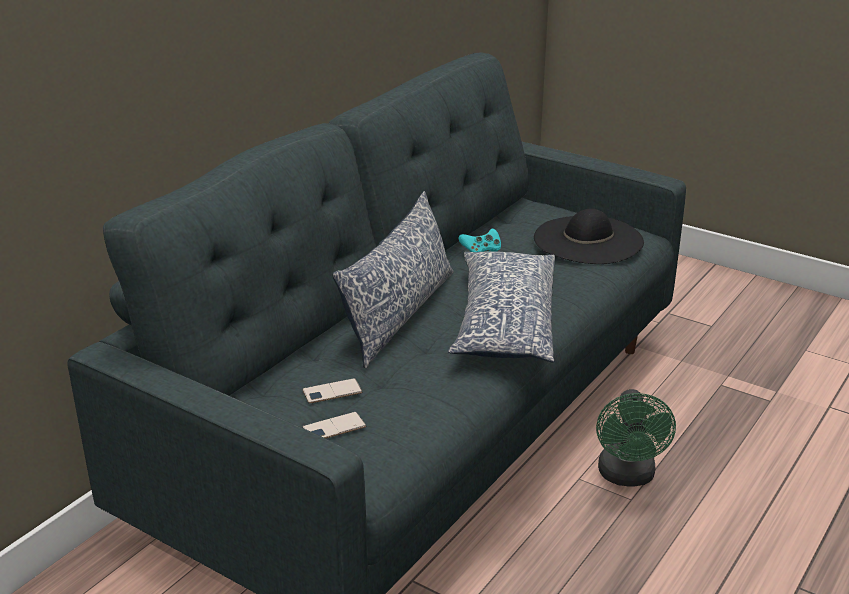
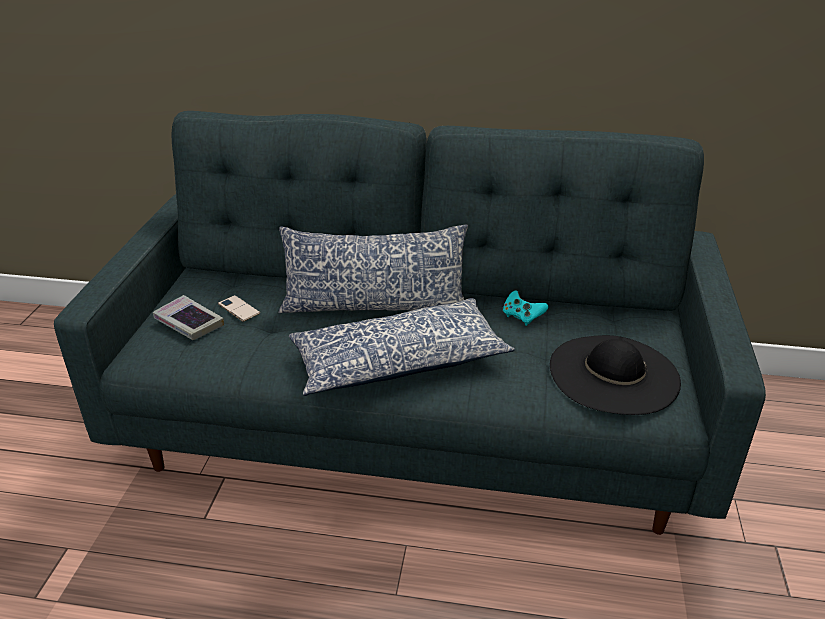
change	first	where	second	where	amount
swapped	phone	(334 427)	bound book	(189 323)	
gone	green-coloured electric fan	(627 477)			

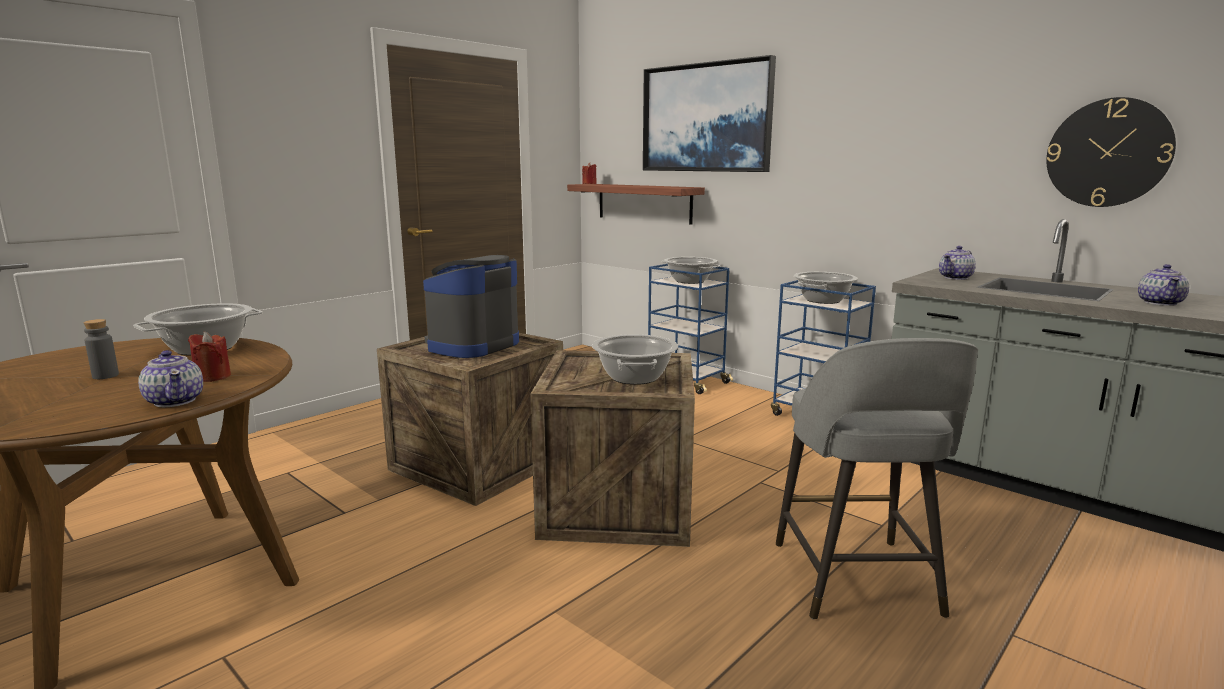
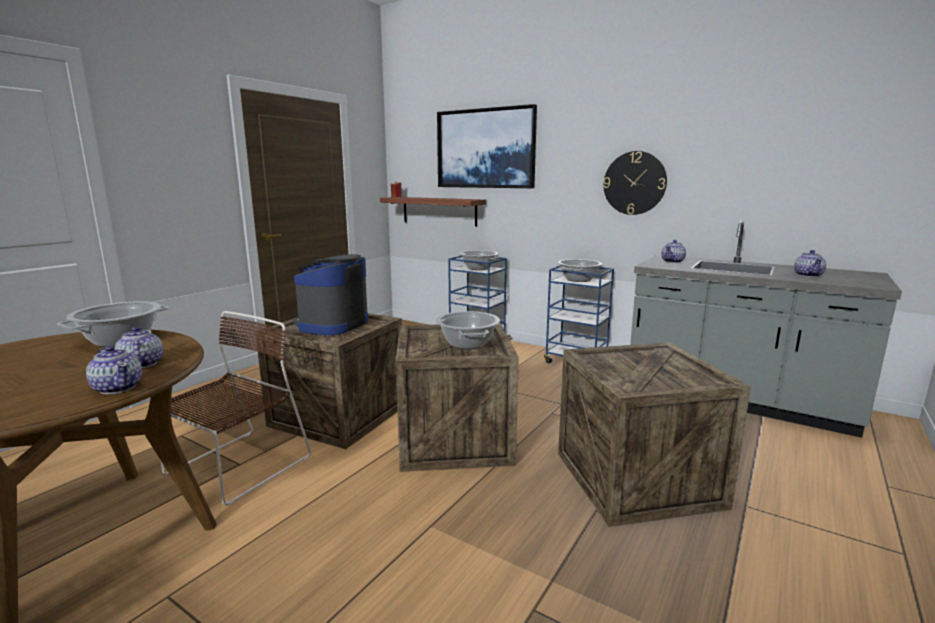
change	first	where	second	where	amount
swapped	red candle	(213 377)	tea pot	(141 364)	
new			brown chair	(235 467)	
swapped	gray stool seat	(856 581)	packing crate	(637 479)	
shifted	hanging clock	(1108 153)		(634 183)	
gone	gray beverage bottle	(105 376)			

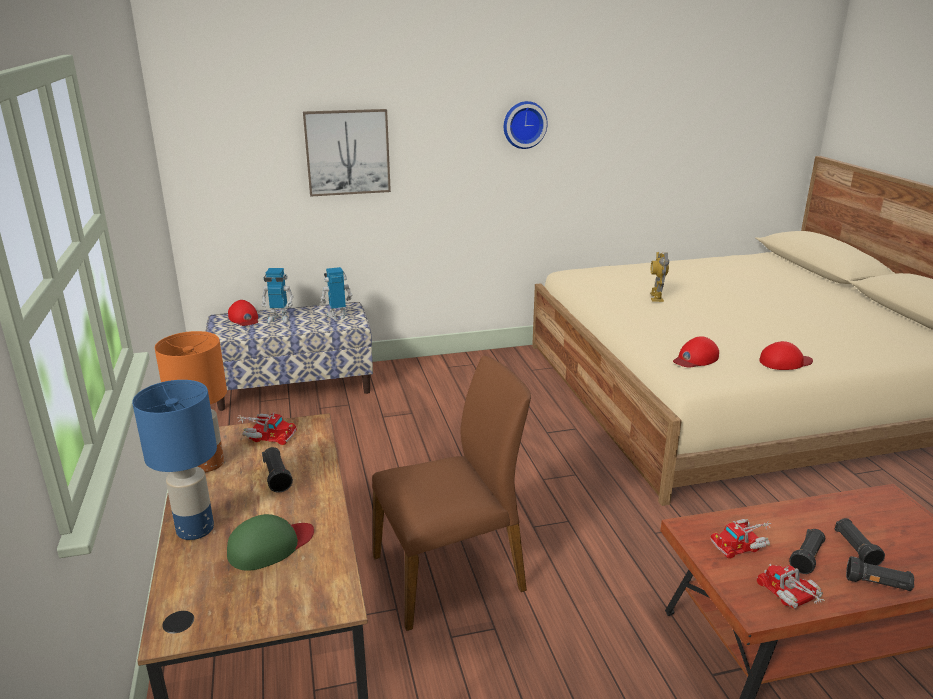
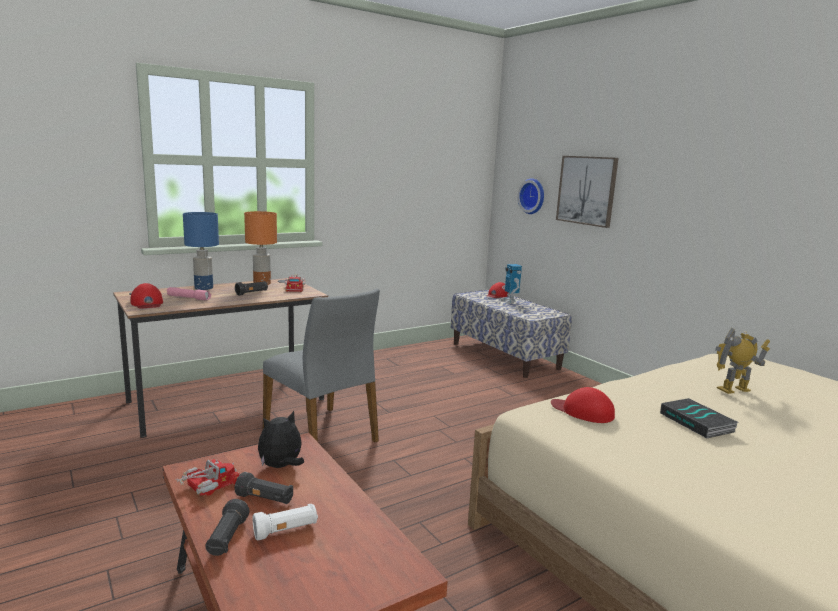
change	first	where	second	where	amount
shifted	red peaked cap	(785 362)		(147 303)	
swapped	green-coloured peaked cap	(270 546)	pinkish flashlight	(189 298)	
repainted	black flashlight	(855 549)	whitish flashlight	(286 531)	
swapped	toy lorry	(742 544)	plush toy	(281 466)	
repainted	brown chair	(450 573)	gray chair	(322 435)	
shifted	hanging clock	(524 124)		(533 196)	
new			bound book	(698 422)	
gone	toy robot	(337 316)			

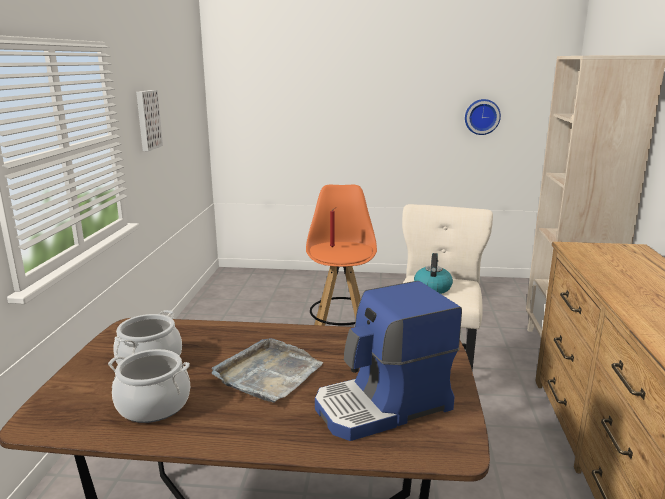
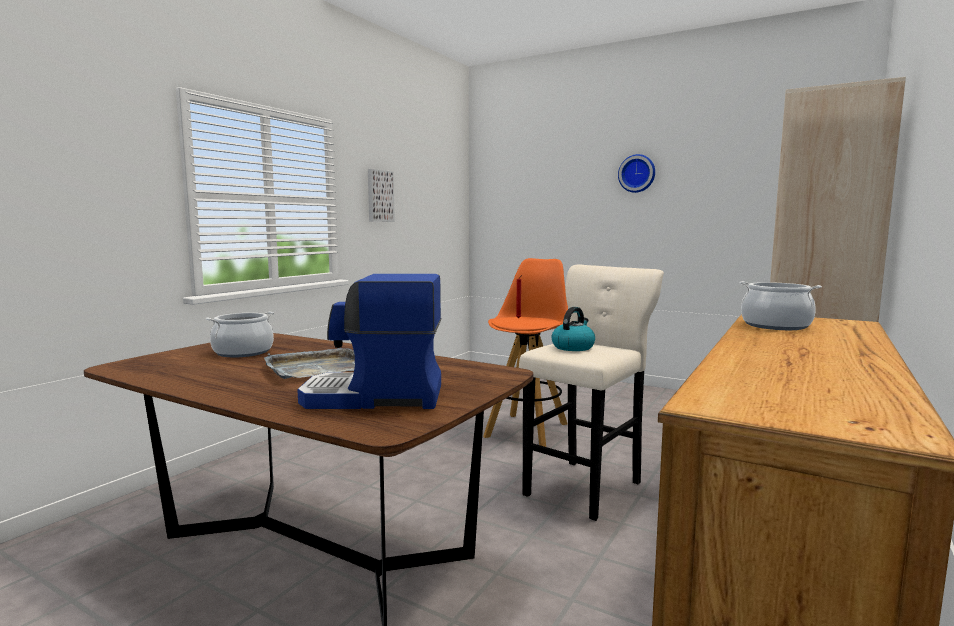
change	first	where	second	where	amount
shifted	hanging clock	(482 116)		(637 173)	
shifted	stockpot	(153 405)		(775 326)	

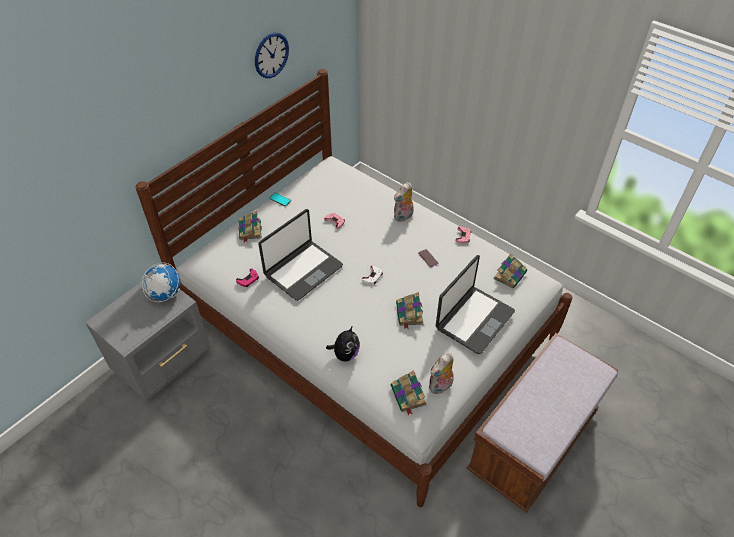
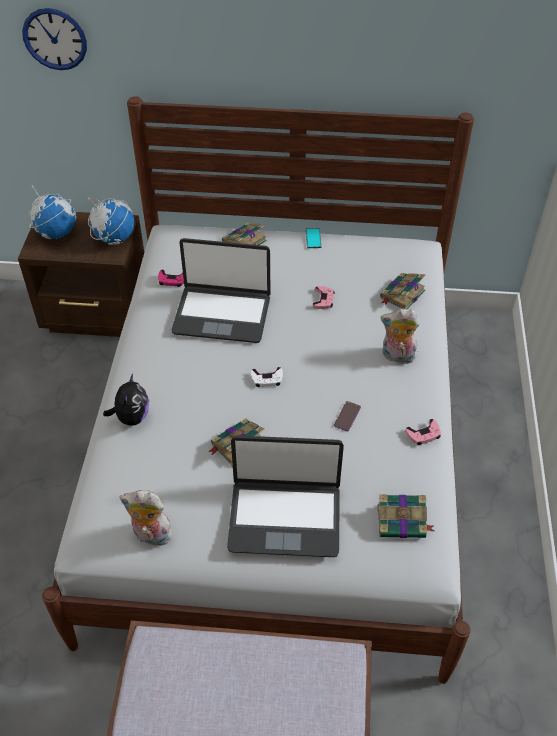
change	first	where	second	where	amount
repainted	gray night table	(164 362)	brown night table	(98 314)	
shifted	hanging clock	(271 55)		(55 39)	
new			globe	(56 233)	
rotated	plush toy	(345 354)		(131 417)	75 degrees counterclockwise
shifted	bound book	(408 396)		(401 295)	

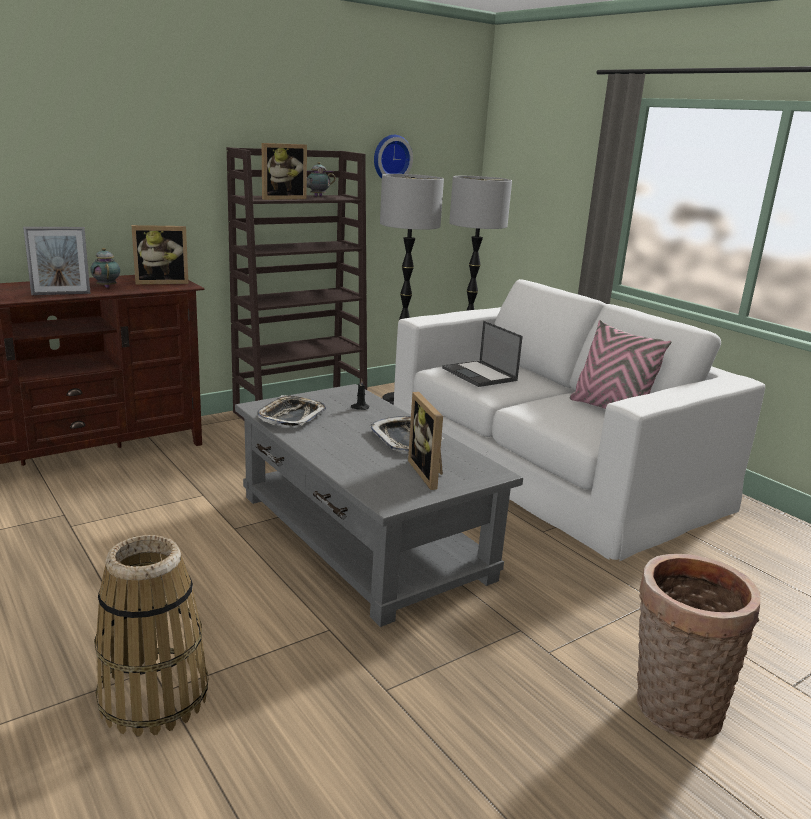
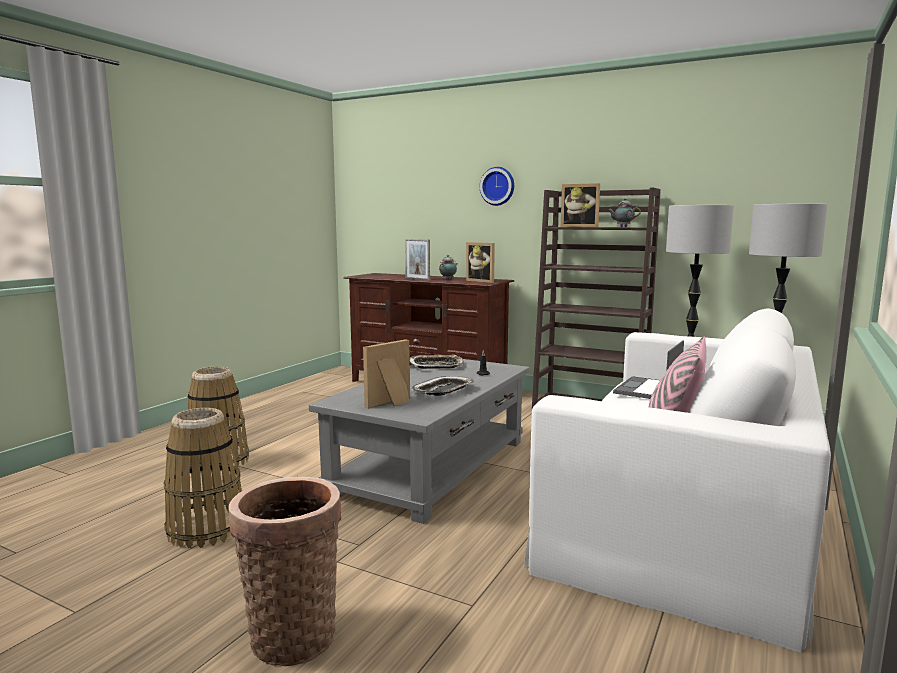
change	first	where	second	where	amount
new			storage basket	(206 528)	
shifted	hanging clock	(391 158)		(498 186)	

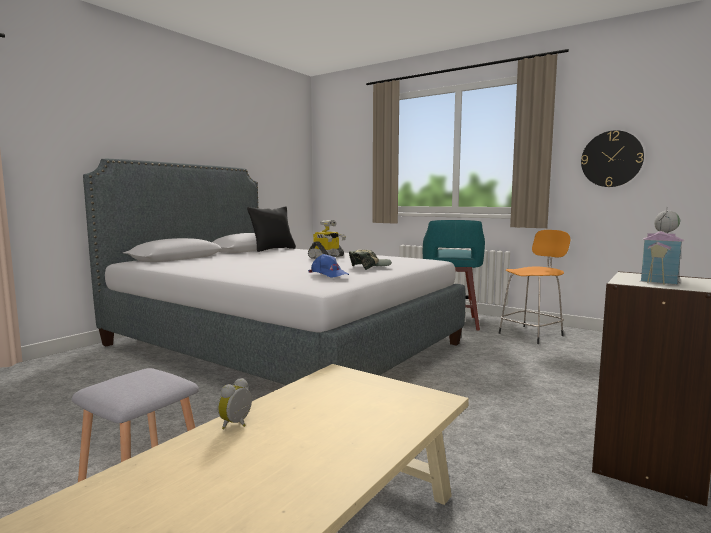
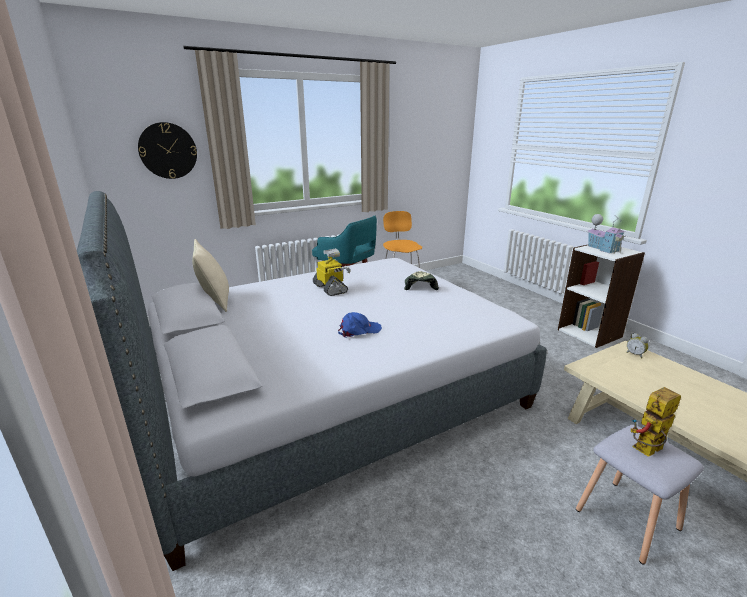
change	first	where	second	where	amount
shifted	hanging clock	(611 159)		(168 151)	
repainted	black pillow	(273 249)	beige-coloured pillow	(215 301)	
shifted	bluish peaked cap	(328 274)		(358 330)	
shifted	alarm clock	(237 424)		(635 354)	
new			toy robot	(646 452)	

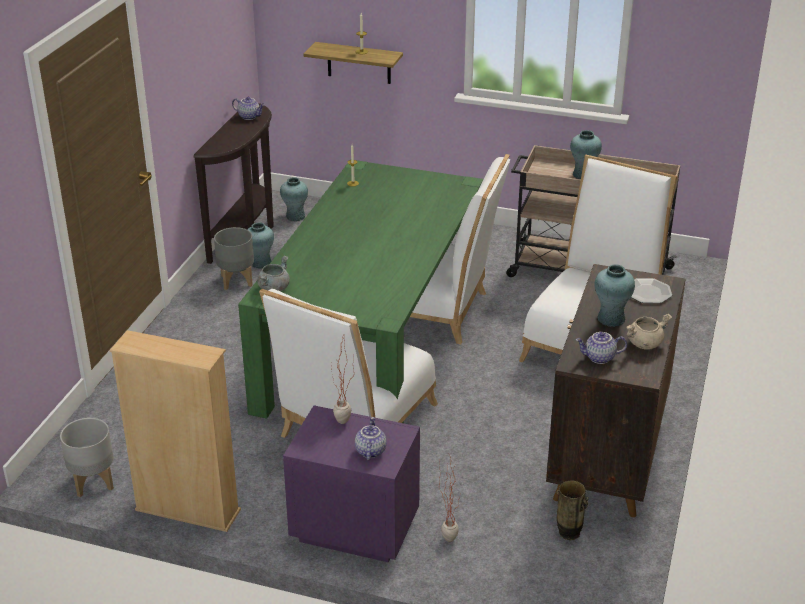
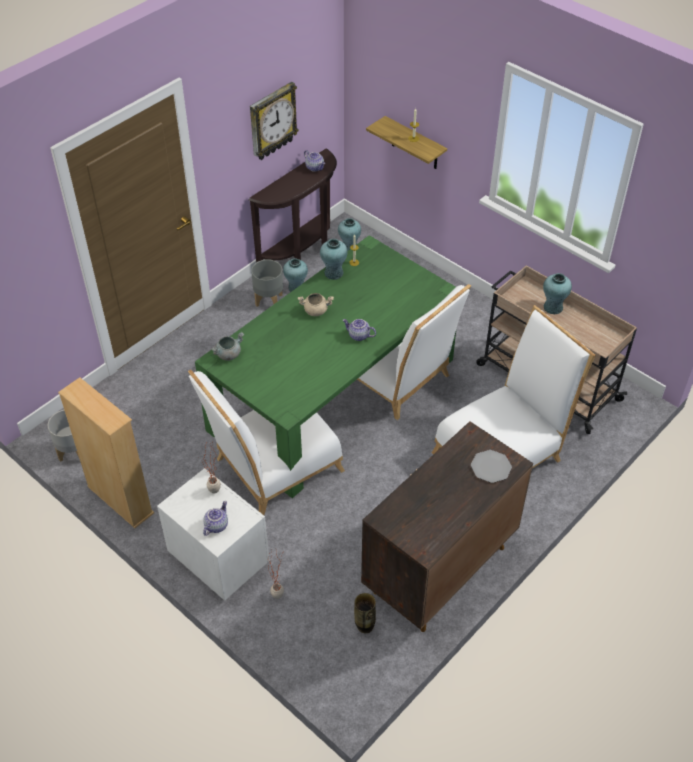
change	first	where	second	where	amount
repainted	purple night table	(353 527)	whitish night table	(219 559)	
new			hanging clock	(272 121)	
shifted	beige-coloured stockpot	(644 343)		(316 311)	
shifted	blue-green decorative vase	(610 319)		(333 273)	
shifted	tea pot	(599 358)		(358 336)	

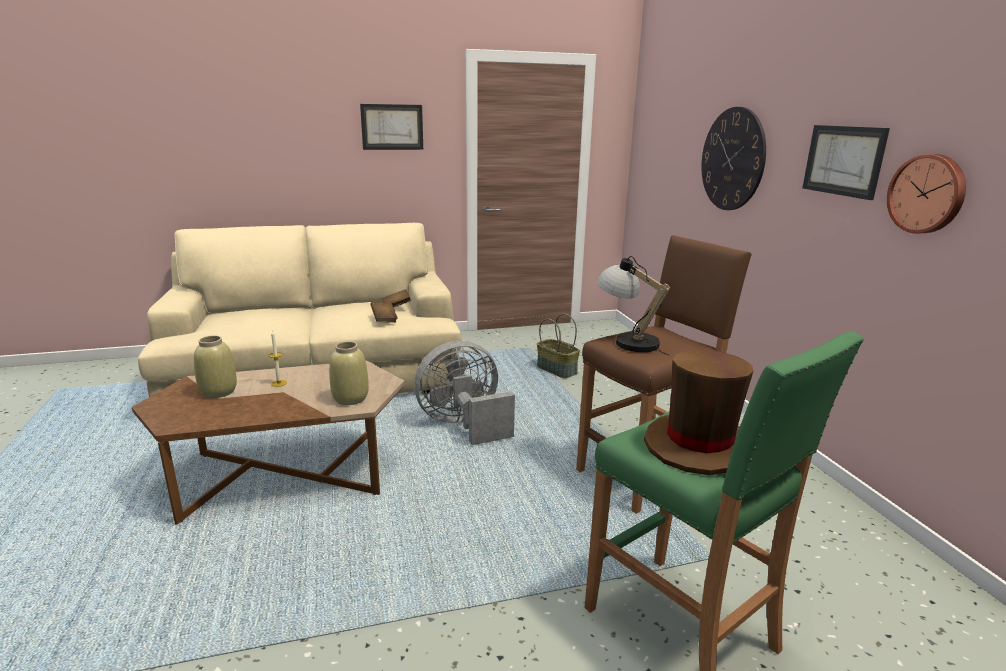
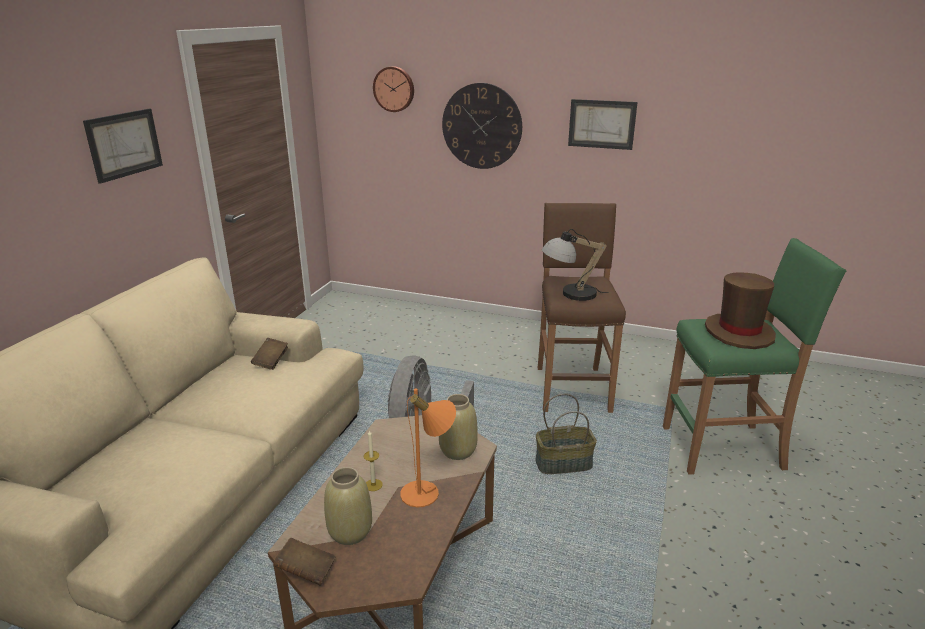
change	first	where	second	where	amount
shifted	brown bound book	(384 319)		(306 571)	
shifted	hanging clock	(927 194)		(394 89)	
new			orange-coloured tabletop lamp	(427 492)	
shifted	storage basket	(557 370)		(564 463)	

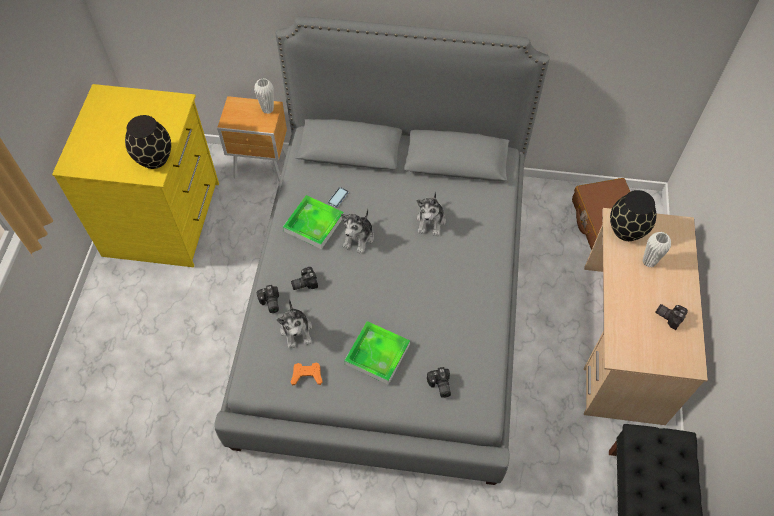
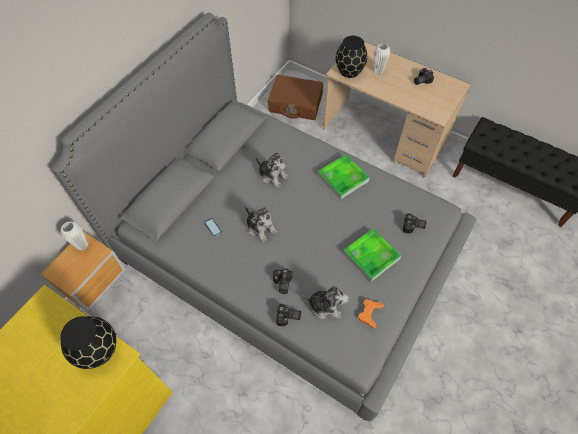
change	first	where	second	where	amount
shifted	tray	(314 224)		(342 178)	

